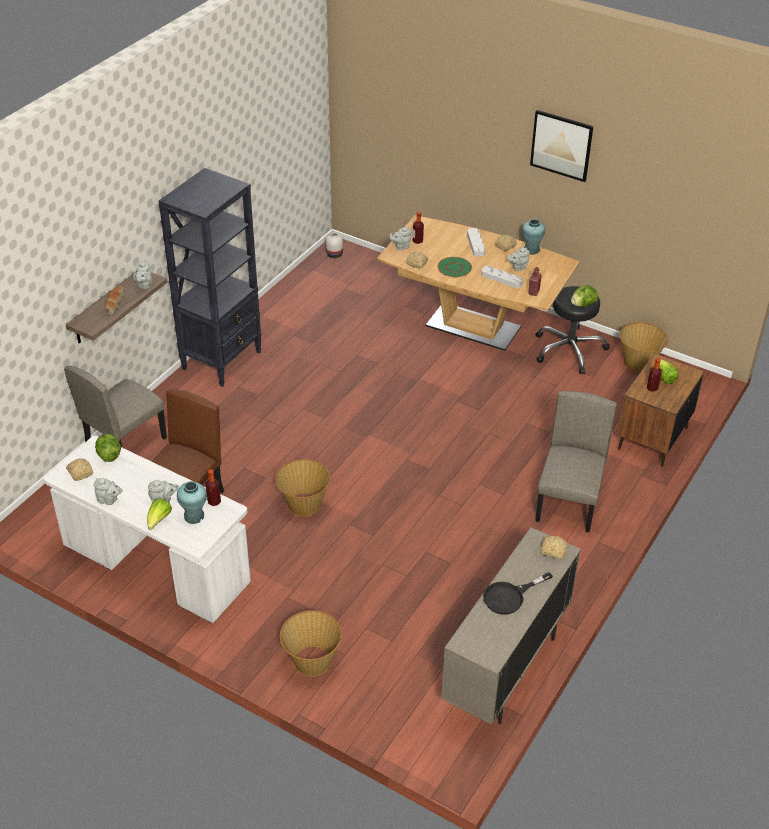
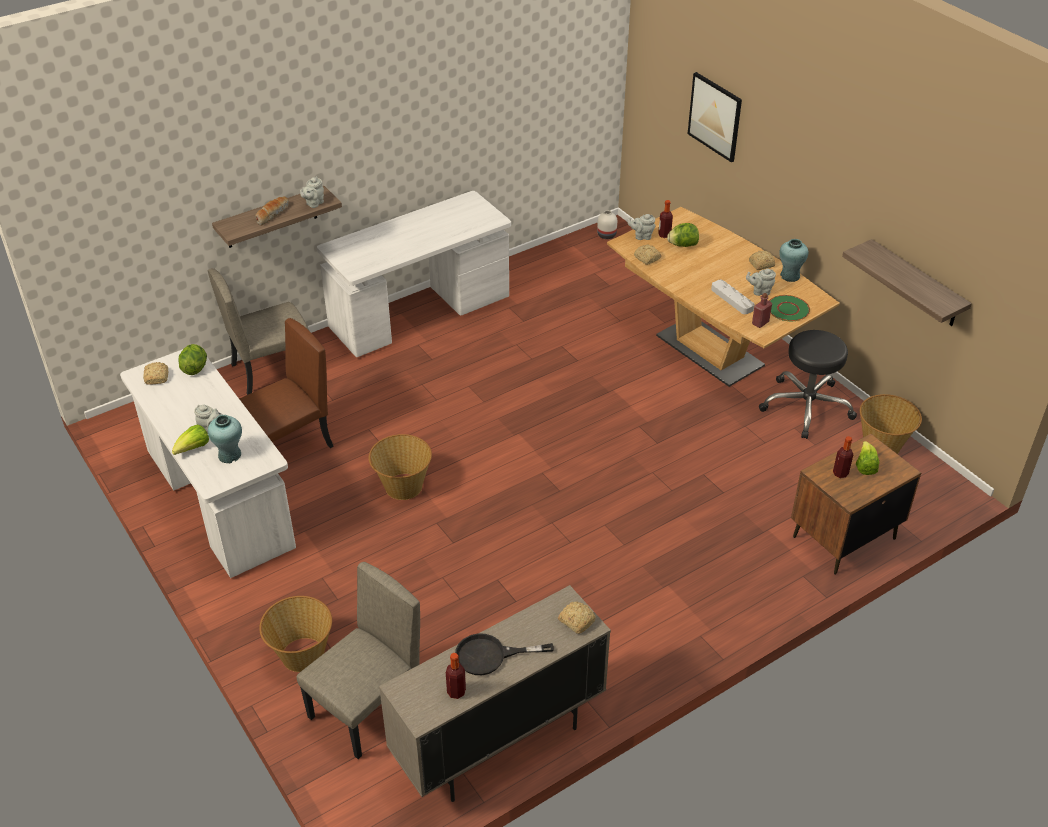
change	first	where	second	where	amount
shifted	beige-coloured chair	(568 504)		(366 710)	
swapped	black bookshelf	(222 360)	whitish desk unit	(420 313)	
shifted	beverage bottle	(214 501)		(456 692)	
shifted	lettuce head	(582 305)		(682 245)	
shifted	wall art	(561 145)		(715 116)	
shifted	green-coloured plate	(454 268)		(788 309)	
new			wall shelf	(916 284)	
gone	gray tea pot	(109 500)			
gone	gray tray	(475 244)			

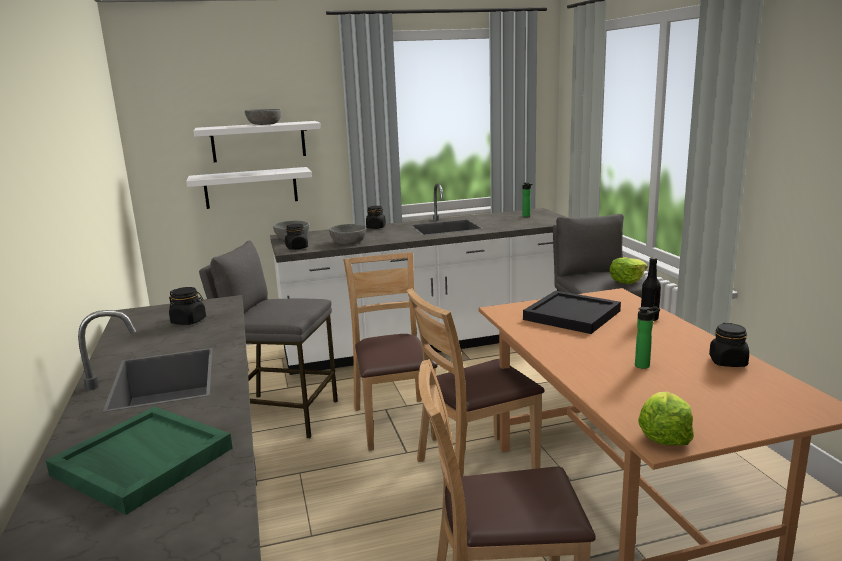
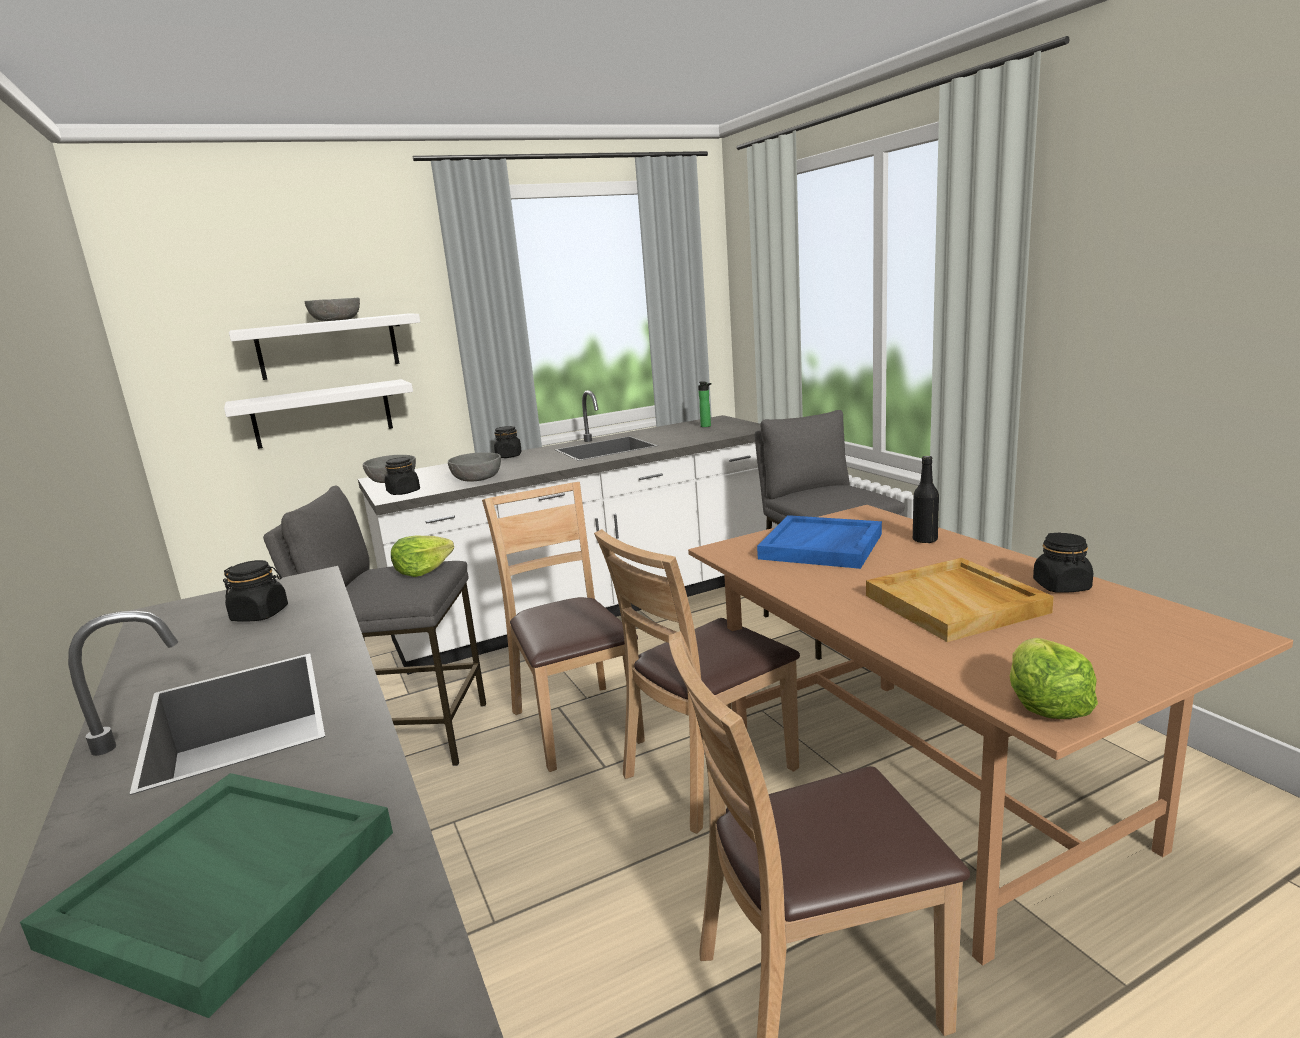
change	first	where	second	where	amount
shifted	lettuce head	(627 281)		(422 570)	
repainted	black tray	(572 315)	bluish tray	(822 546)	
swapped	beverage bottle	(644 365)	beige-coloured tray	(956 604)	

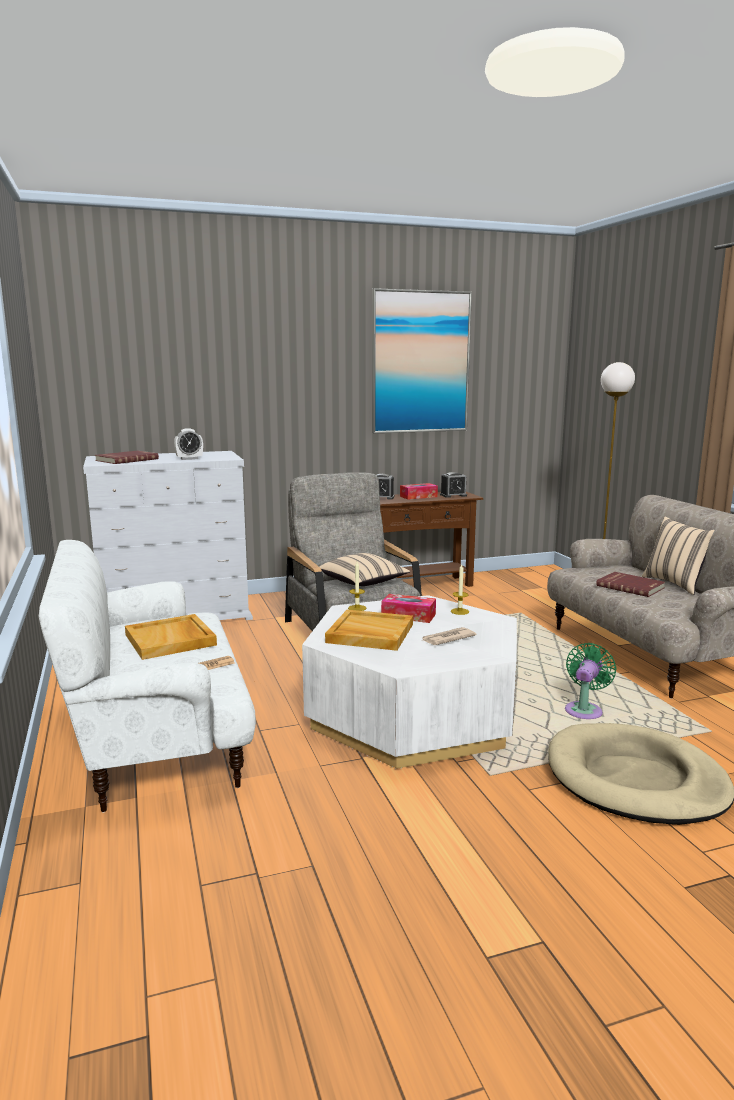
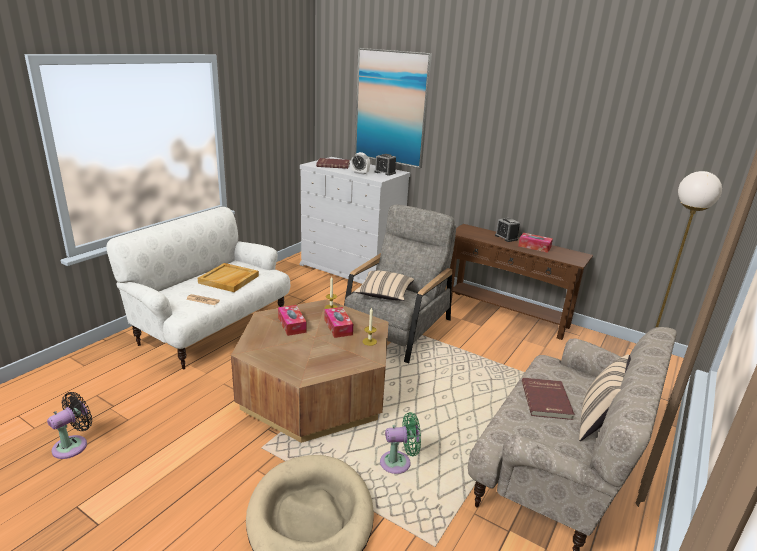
change	first	where	second	where	amount
new			black electric fan	(73 445)	
repainted	whitish low table	(413 713)	brown low table	(315 390)	
swapped	beige-coloured tray	(369 633)	box of tissues	(292 325)	
shifted	wall art	(420 362)		(391 108)	
shifted	alarm clock	(453 495)		(385 172)	
gone	newspaper	(447 638)			

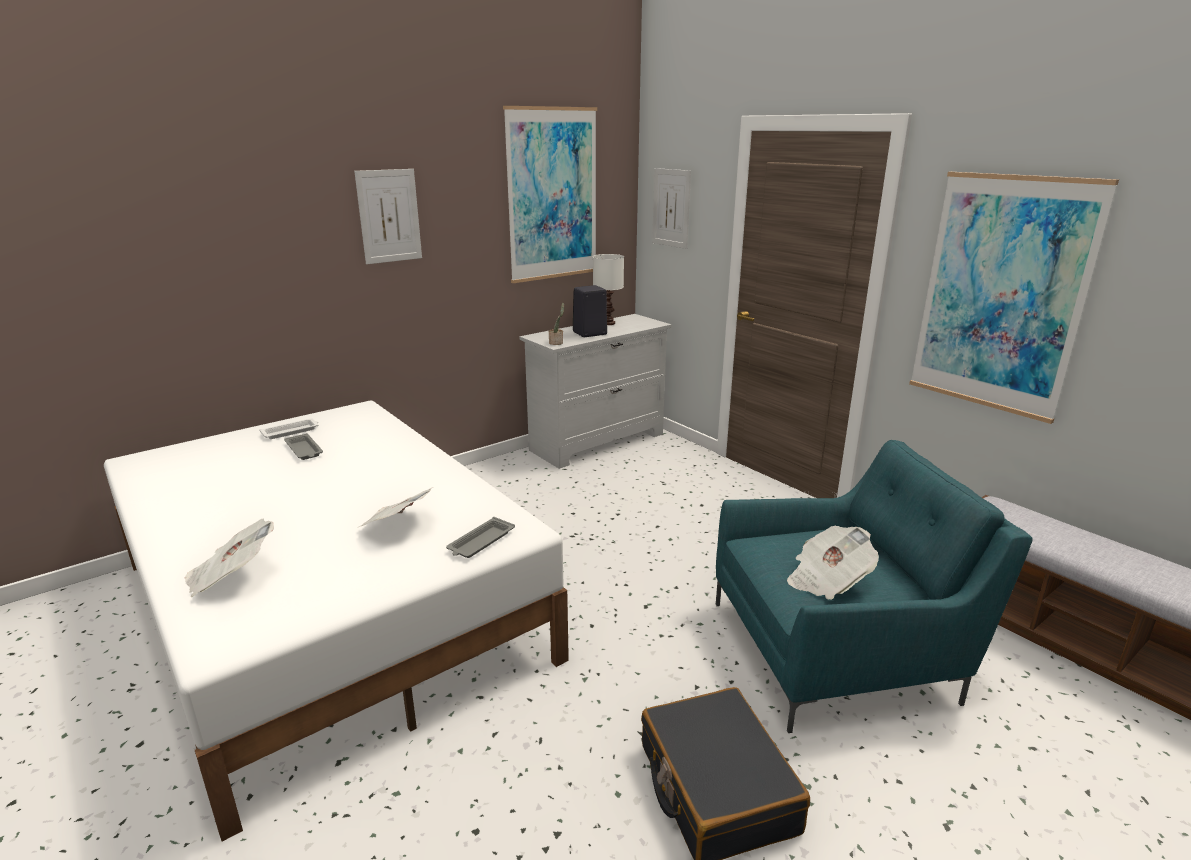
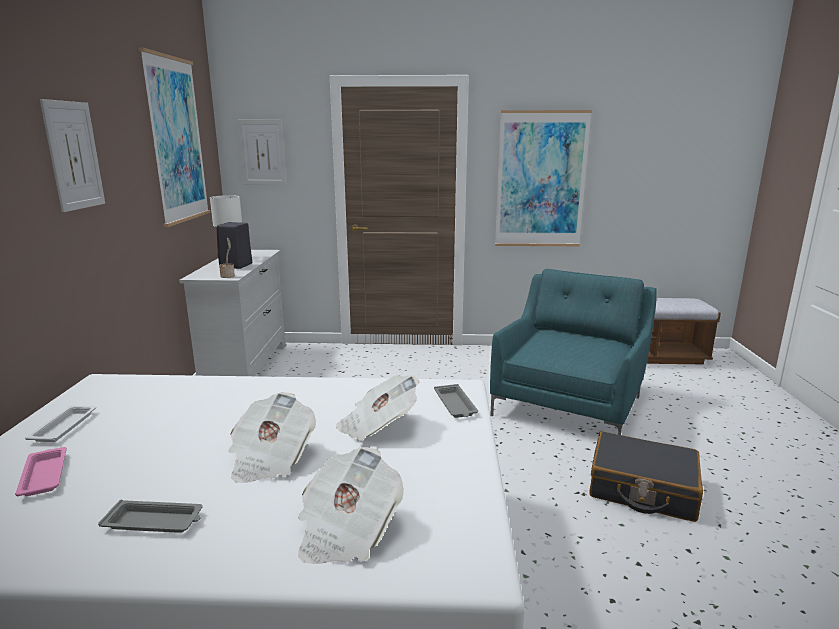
change	first	where	second	where	amount
new			pinkish tray	(44 475)	
shifted	gray tray	(304 450)		(155 522)	
shifted	newspaper	(827 580)		(270 459)	

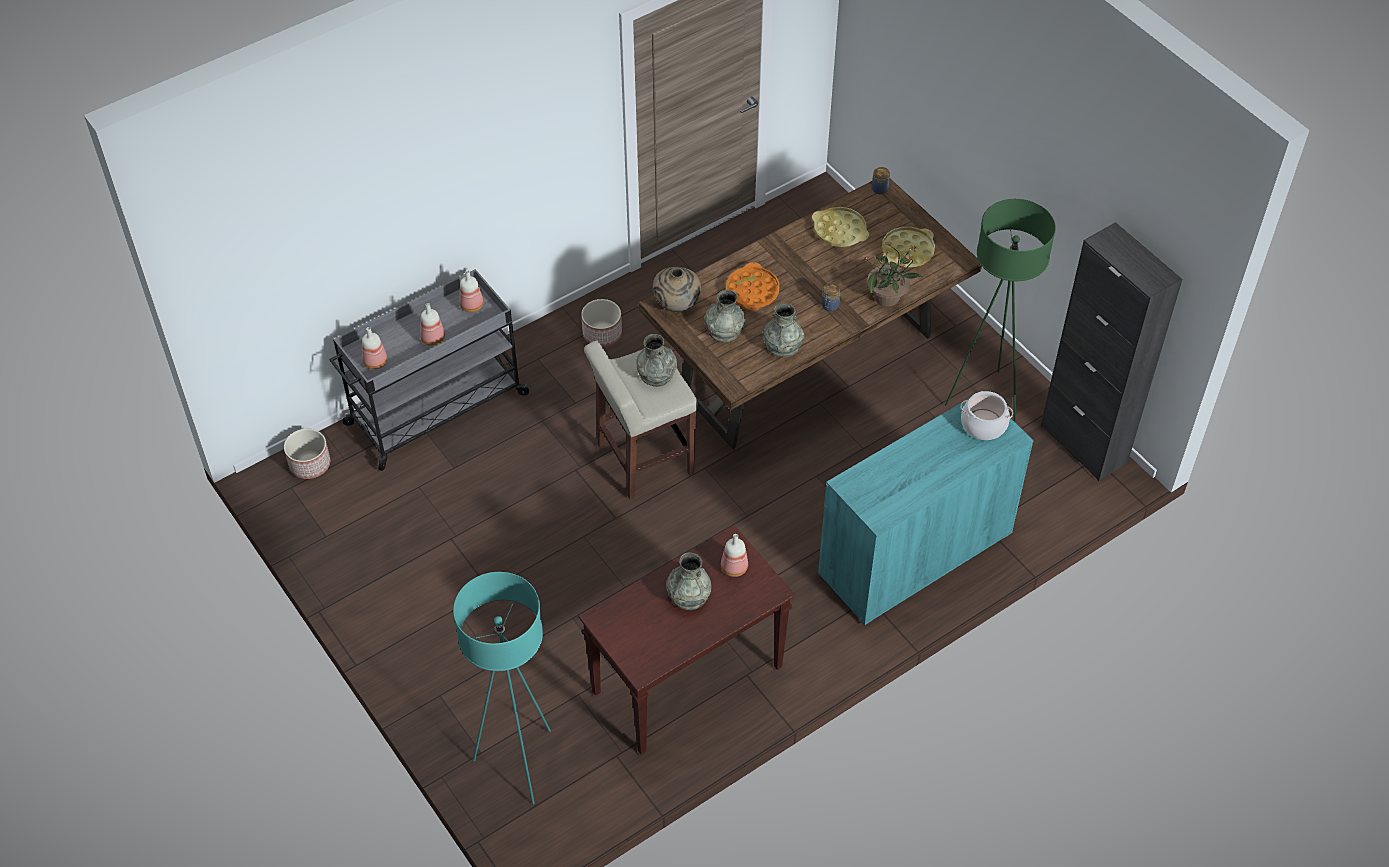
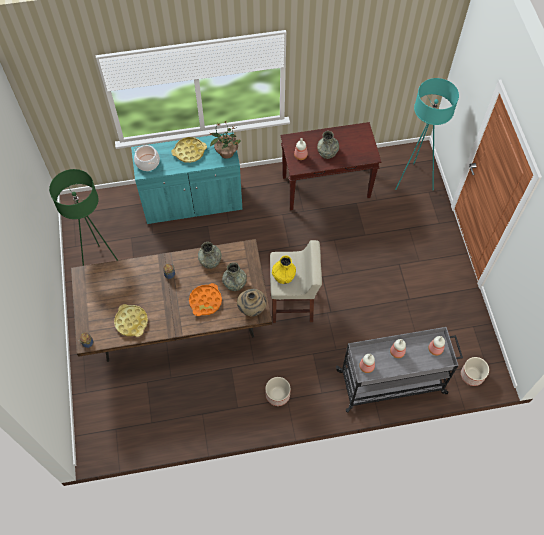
change	first	where	second	where	amount
shifted	yellow tray	(907 251)		(189 152)	
shifted	potted plant	(887 297)		(226 152)	
repainted	gray decorative vase	(656 373)	yellow decorative vase	(283 275)	
gone	black storage cabinet	(1083 444)			

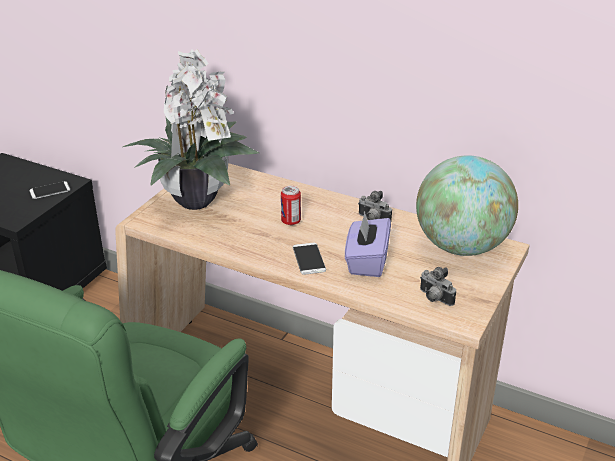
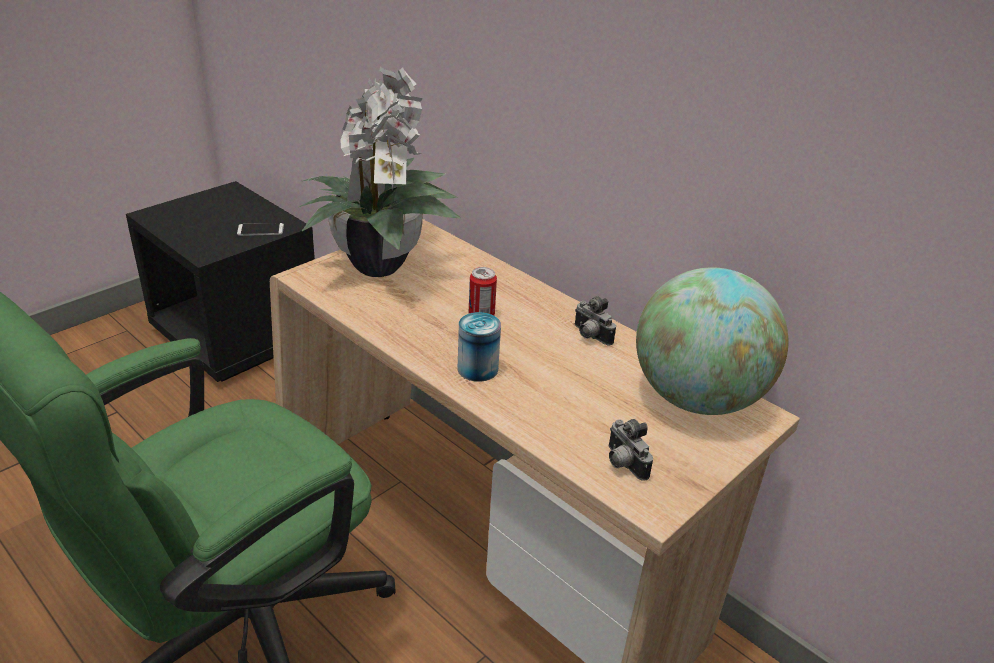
change	first	where	second	where	amount
swapped	phone	(309 259)	metal can	(477 369)	
gone	purple box of tissues	(366 261)			

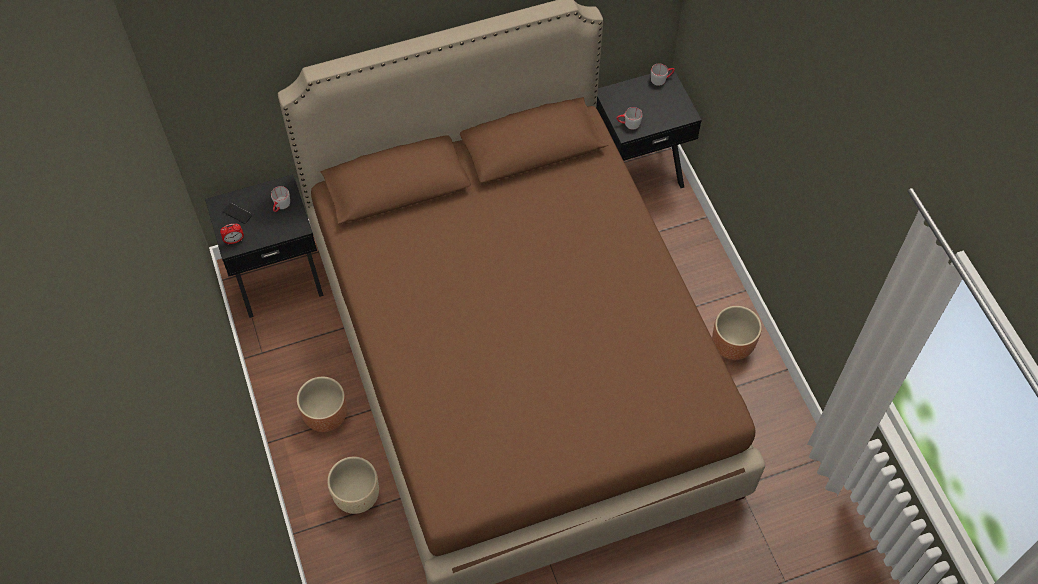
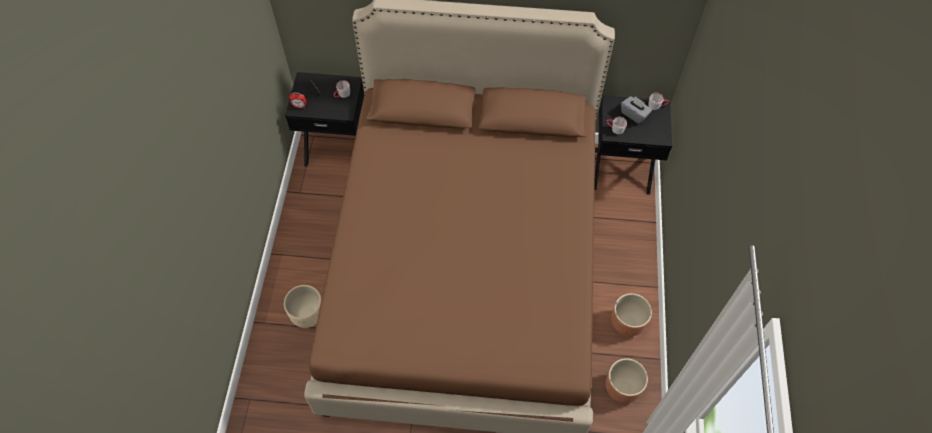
change	first	where	second	where	amount
shifted	brown flower pot	(326 415)		(622 388)	
new			gray box of tissues	(634 114)	

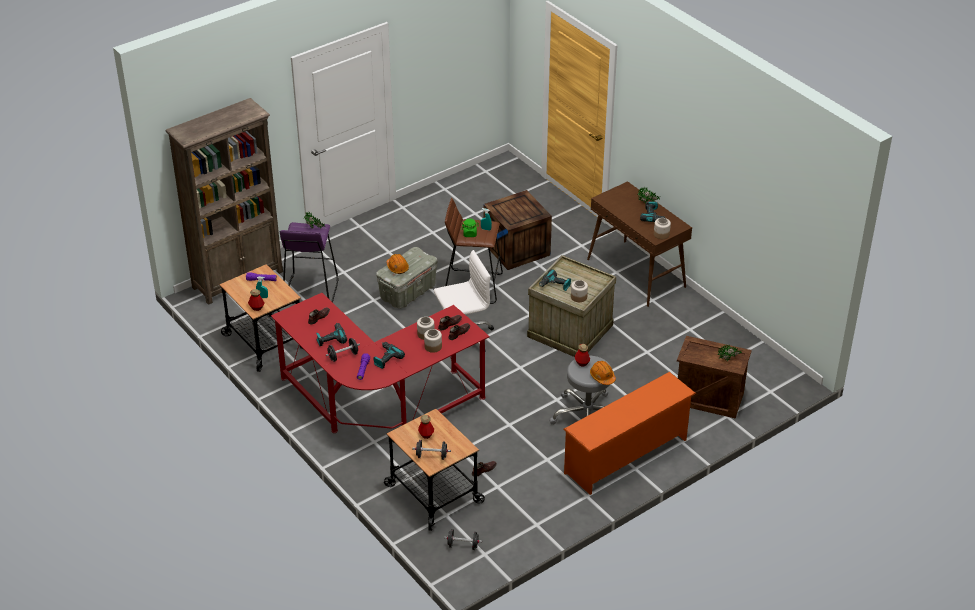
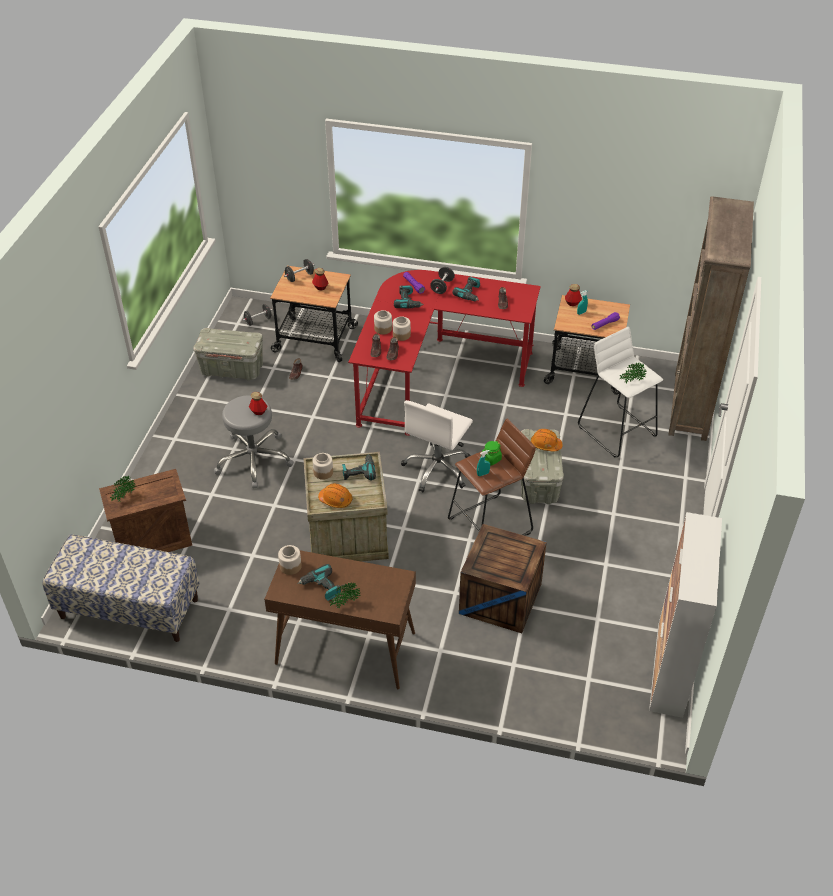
change	first	where	second	where	amount
new			long seat	(129 608)	
new			gray storage bin	(232 369)	
shifted	orange-coloured safety helmet	(602 377)		(336 500)	
repainted	purple stool seat	(310 292)	whitish stool seat	(617 430)	
new			storage cabinet	(669 671)	
gone	orange-coloured shoe stand	(627 457)			

